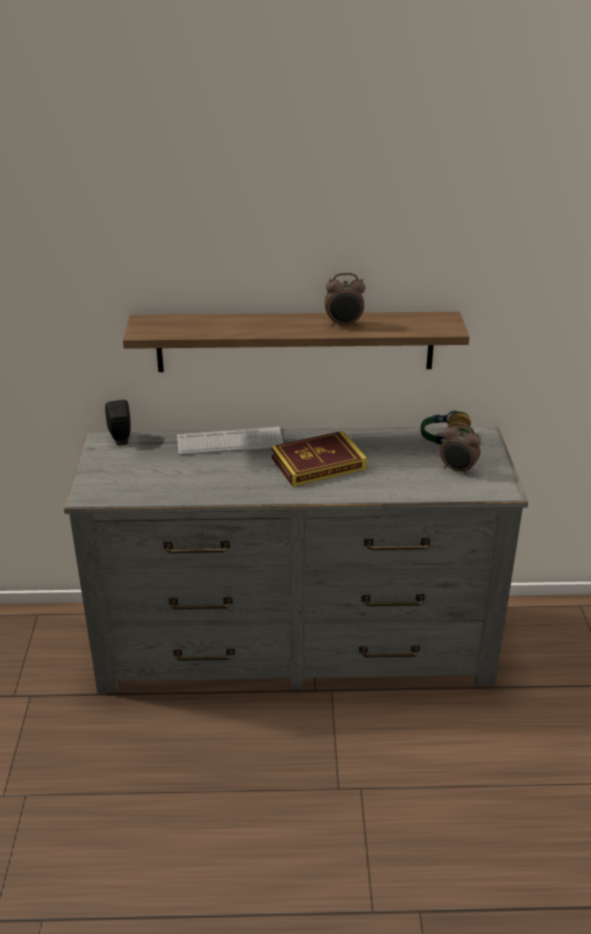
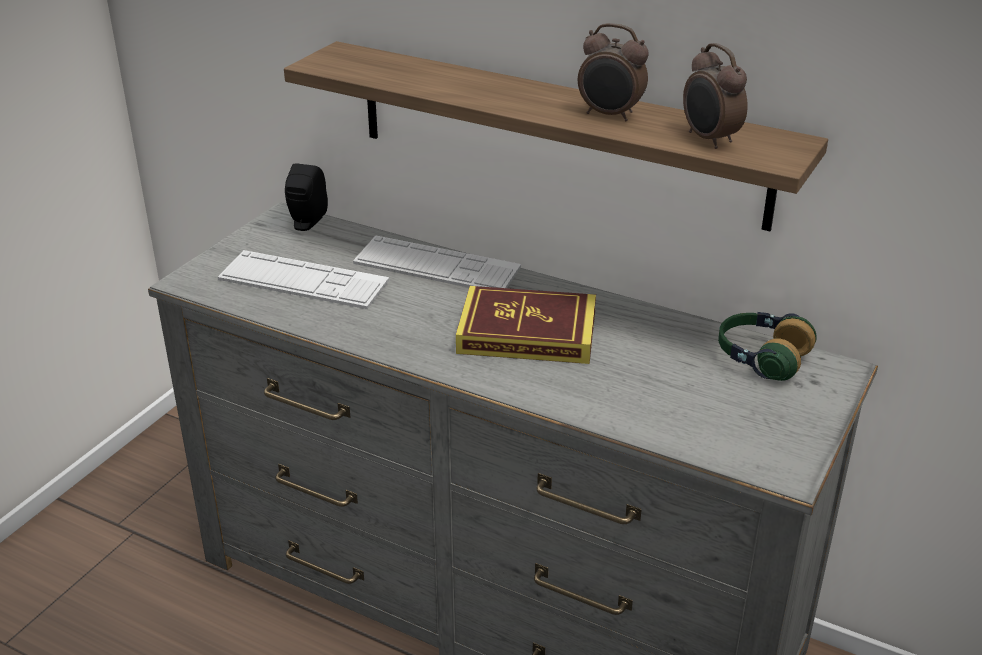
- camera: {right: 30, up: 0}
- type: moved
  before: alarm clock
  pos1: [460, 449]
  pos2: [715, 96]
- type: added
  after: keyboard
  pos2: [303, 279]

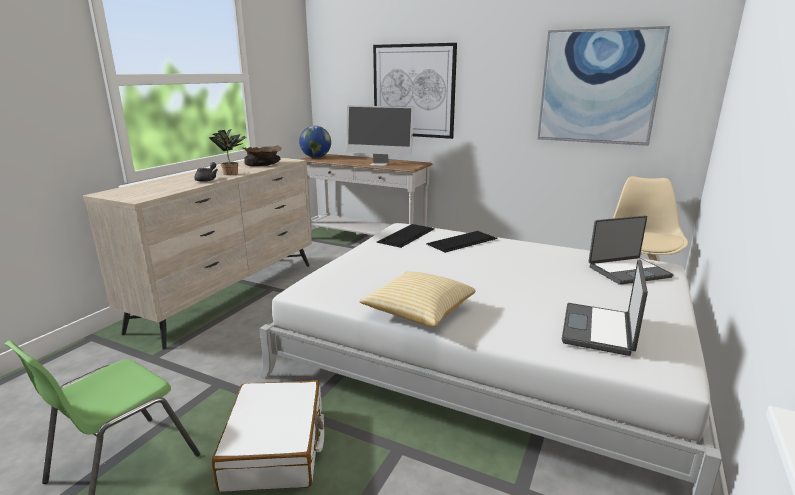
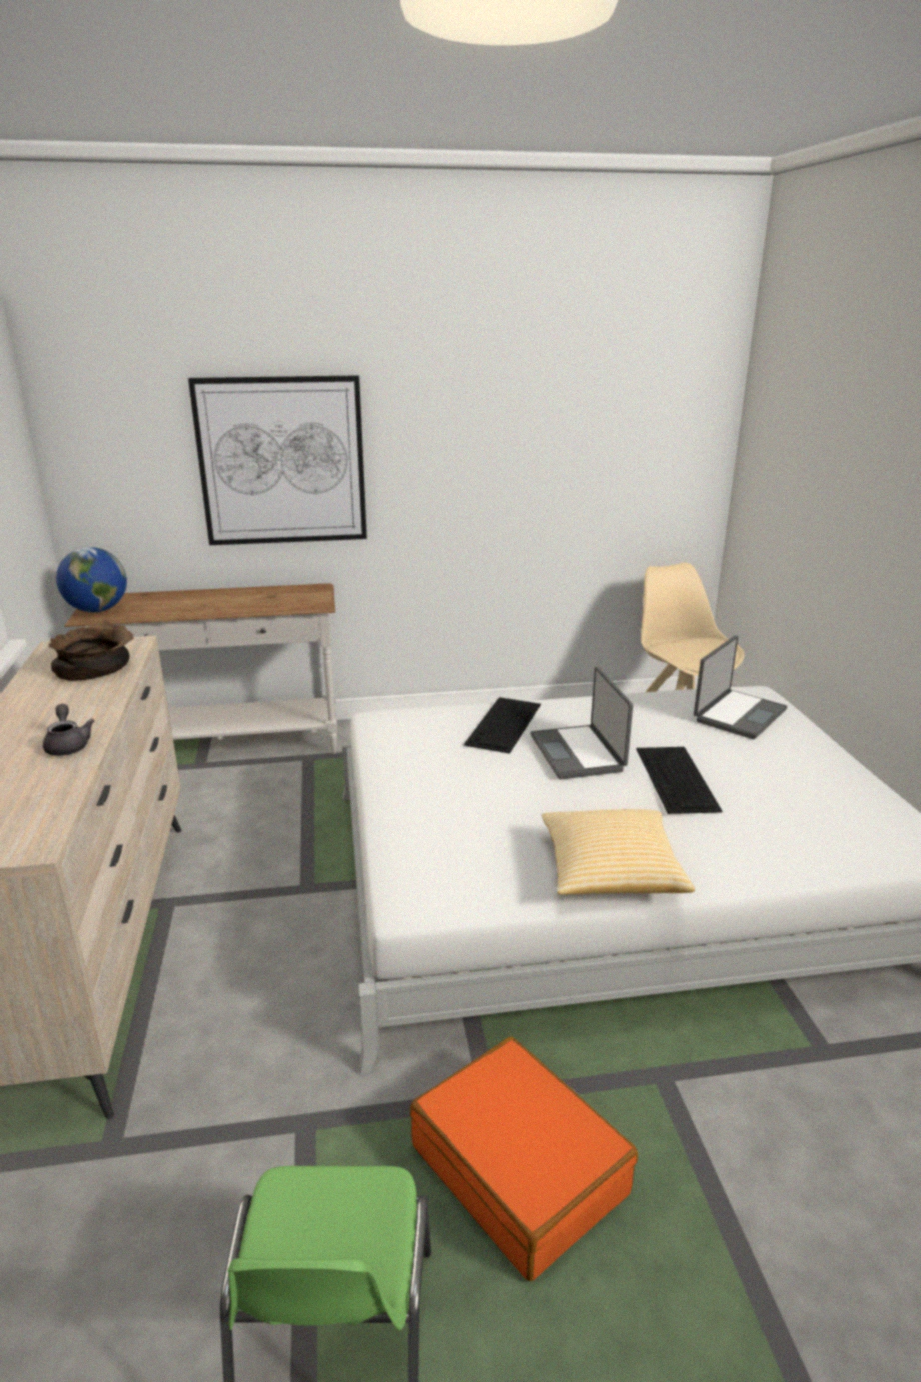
- camera: {right: -35, up: 5}
- type: removed
  before: potted plant
  pos1: [228, 152]
- type: recoloured
  before: white suitcase
  after: orange suitcase
  pos1: [268, 436]
  pos2: [524, 1159]
- type: removed
  before: monitor
  pos1: [380, 135]
- type: moved
  before: keyboard
  pos1: [406, 236]
  pos2: [679, 780]
- type: removed
  before: picture
  pos1: [604, 86]
- type: moved
  before: laptop
  pos1: [605, 308]
  pos2: [581, 723]

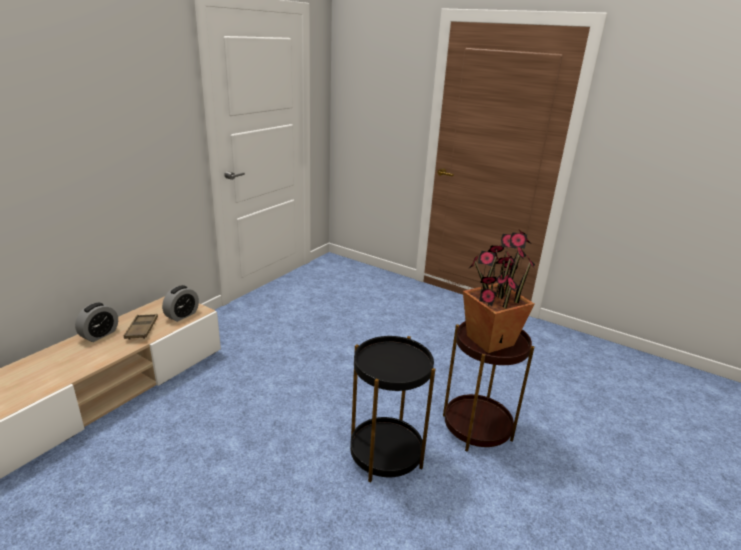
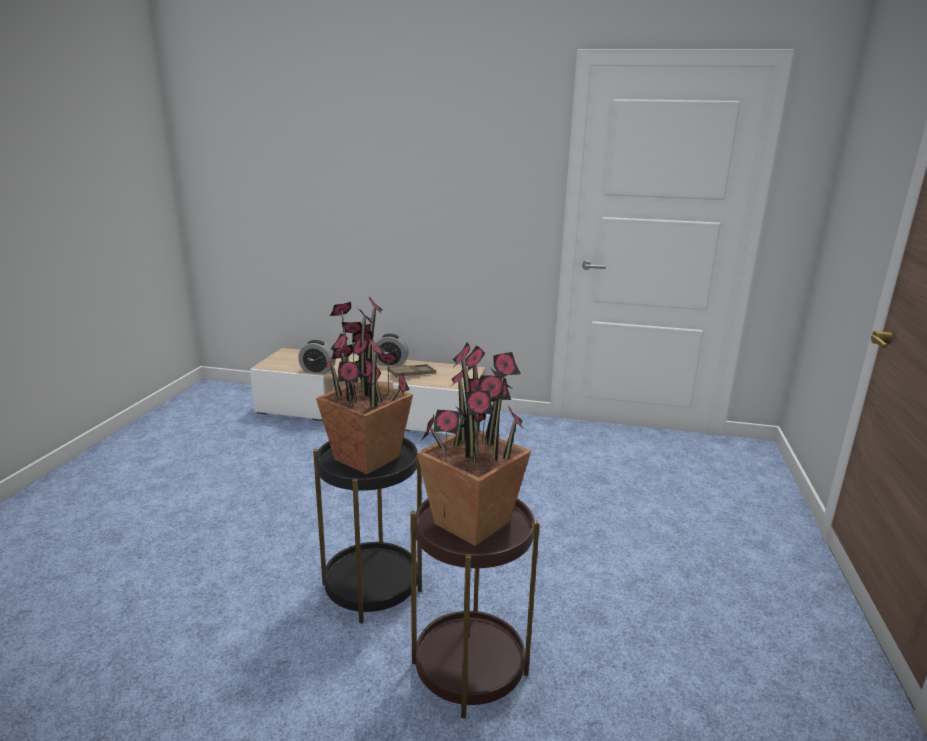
- camera: {right: 70, up: -5}
- type: moved
  before: alarm clock
  pos1: [180, 303]
  pos2: [317, 357]
- type: added
  after: potted plant
  pos2: [364, 385]

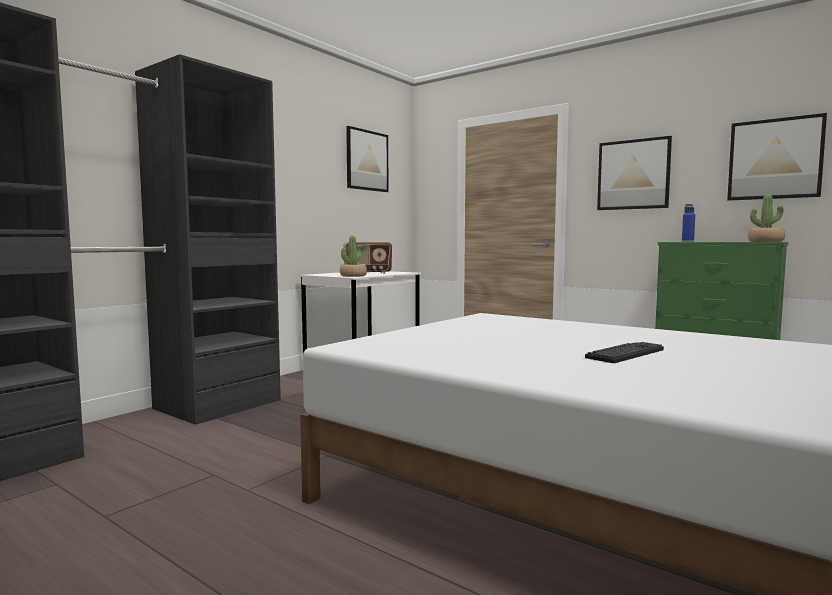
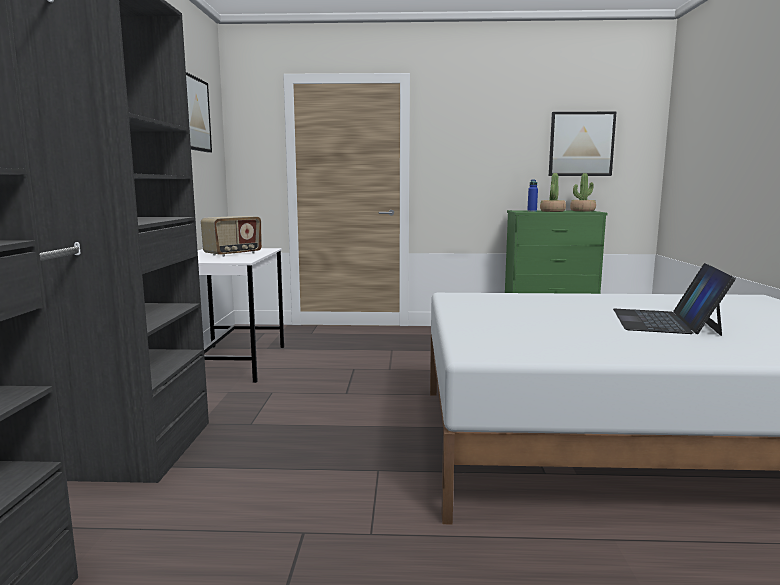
- camera: {right: -35, up: 5}
- type: moved
  before: potted plant
  pos1: [353, 256]
  pos2: [553, 192]
- type: replaced
  before: keyboard
  after: laptop
  pos1: [624, 352]
  pos2: [674, 299]
- type: removed
  before: picture
  pos1: [634, 173]

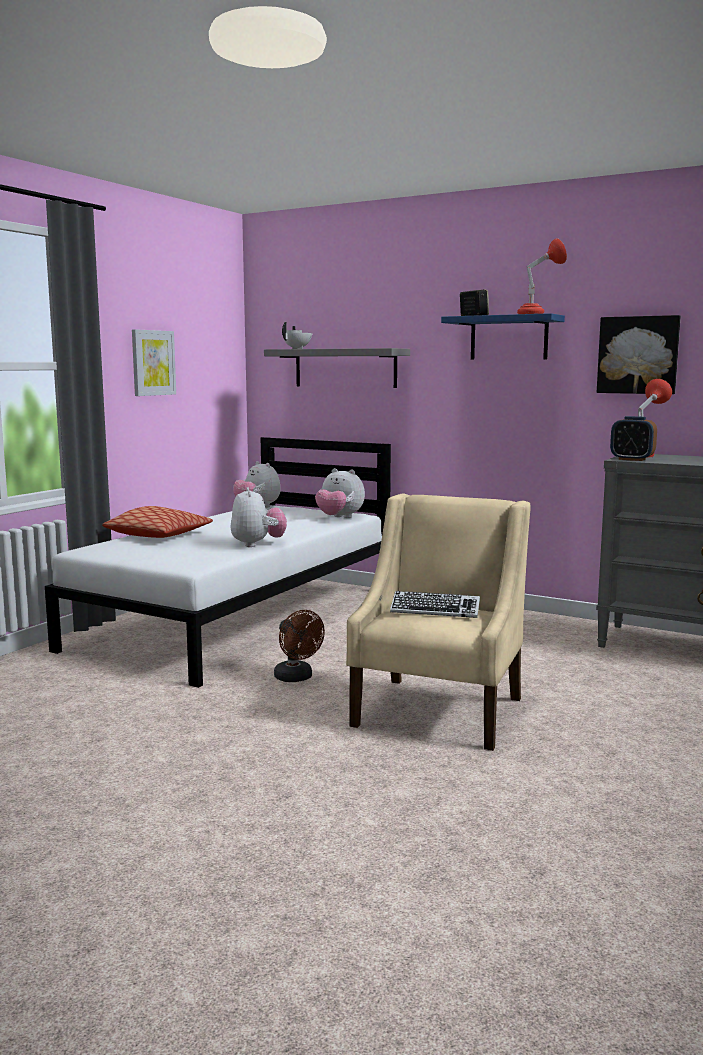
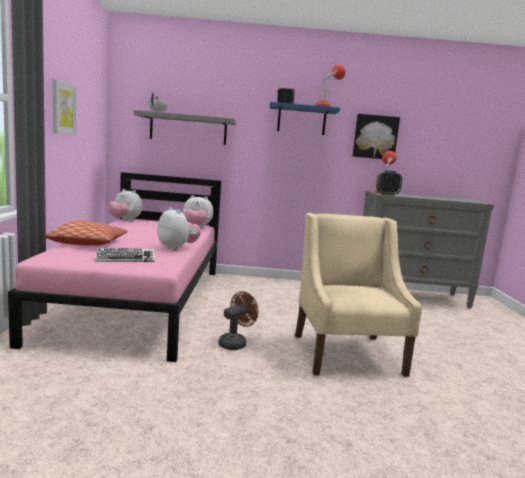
- camera: {right: -30, up: 0}
- type: recoloured
  before: white bed
  after: pink bed
  pos1: [218, 562]
  pos2: [114, 267]
- type: turned
  before: brown fan
  pos1: [299, 646]
  pos2: [238, 320]
  turn: -75
- type: moved
  before: keyboard
  pos1: [435, 604]
  pos2: [125, 255]

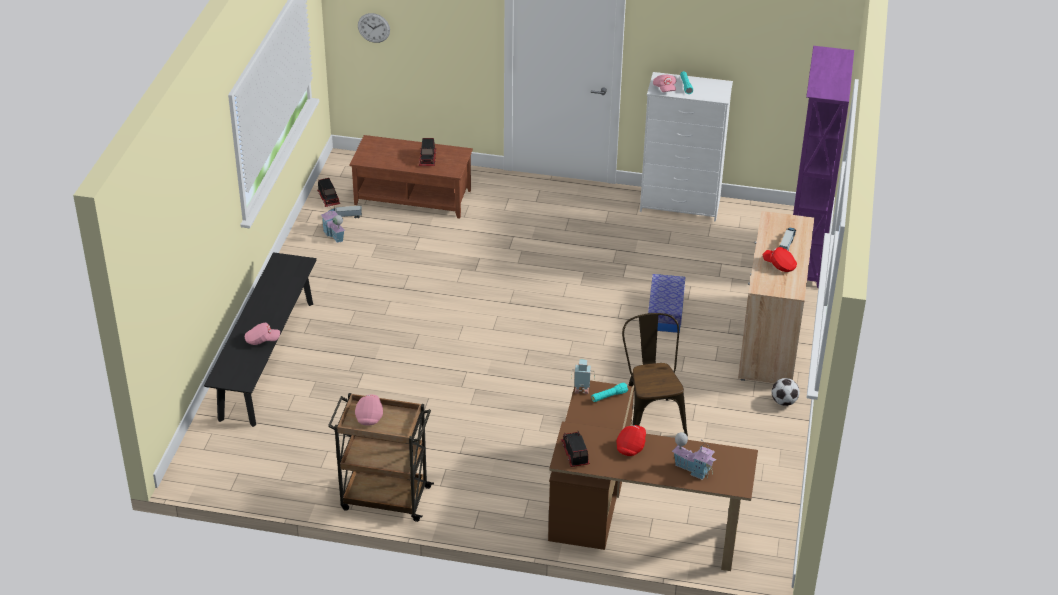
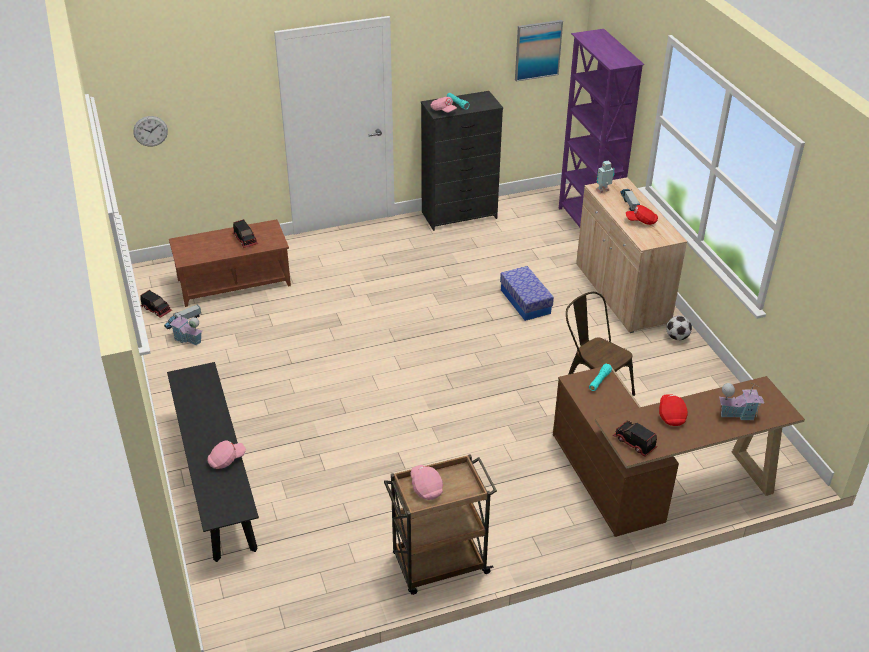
- camera: {right: -30, up: 0}
- type: moved
  before: toy robot
  pos1: [583, 376]
  pos2: [605, 176]
- type: recoloured
  before: white dresser
  after: black dresser
  pos1: [686, 147]
  pos2: [462, 161]
- type: added
  after: picture
  pos2: [539, 51]

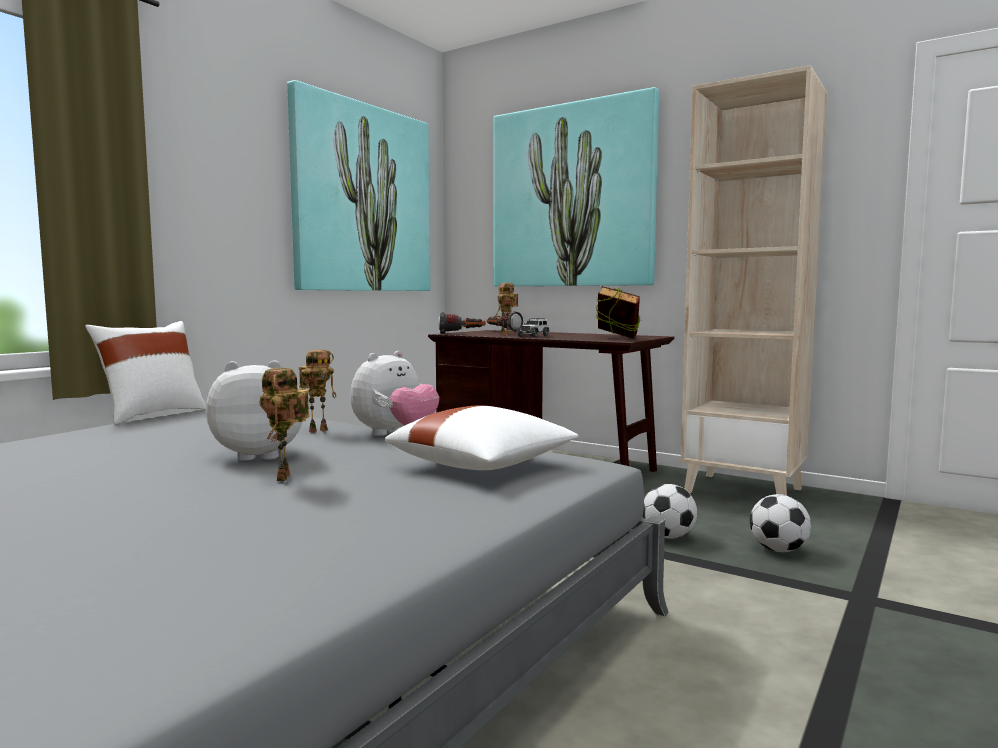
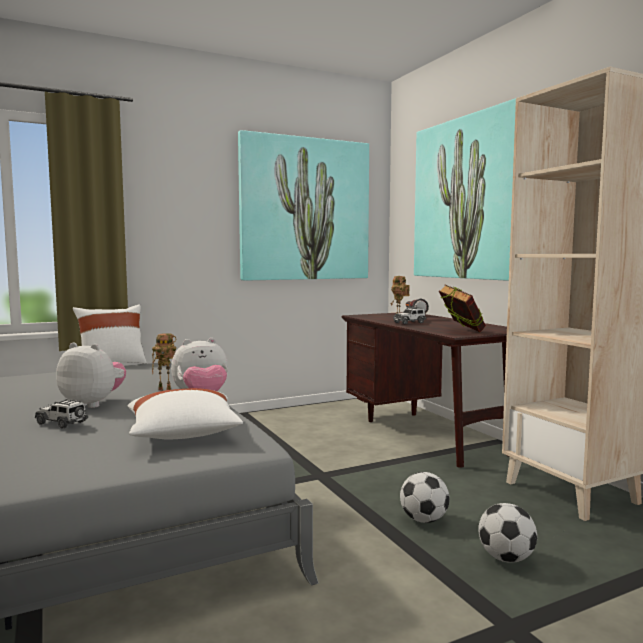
- camera: {right: 30, up: 0}
- type: replaced
  before: toy robot
  after: toy car
  pos1: [284, 424]
  pos2: [61, 413]
- type: removed
  before: flashlight
  pos1: [461, 323]

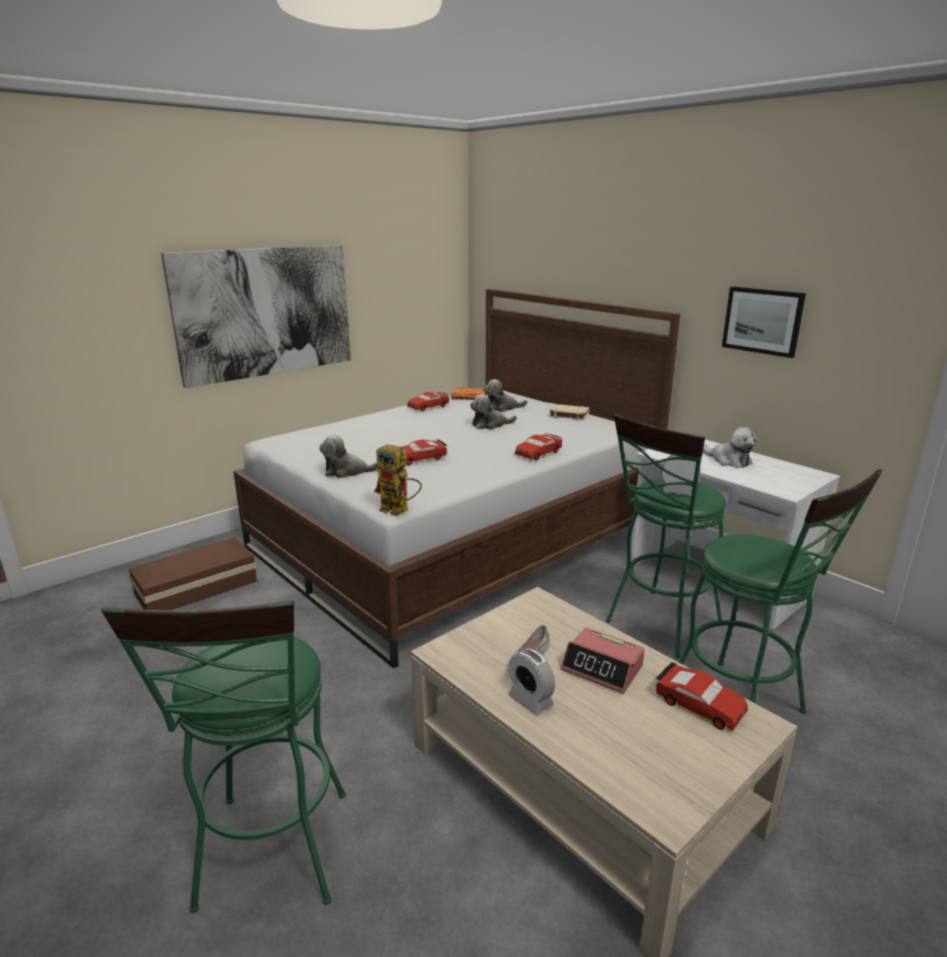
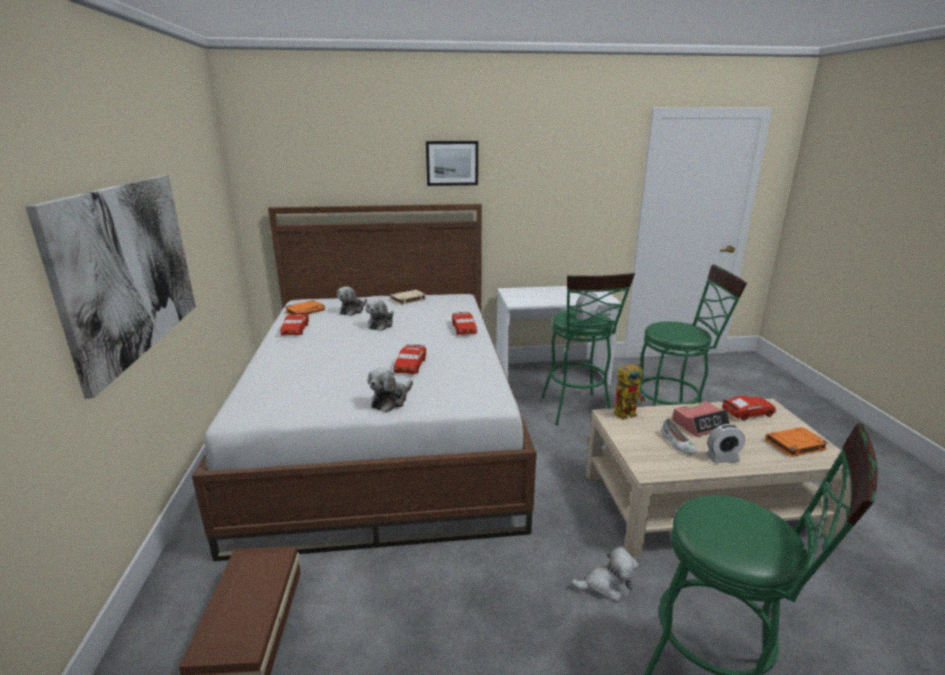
- camera: {right: -55, up: 0}
- type: moved
  before: toy robot
  pos1: [398, 480]
  pos2: [630, 391]
- type: moved
  before: plush toy
  pos1: [730, 447]
  pos2: [604, 574]
- type: moved
  before: picture
  pos1: [764, 322]
  pos2: [452, 163]
- type: added
  after: orange book
  pos2: [797, 442]

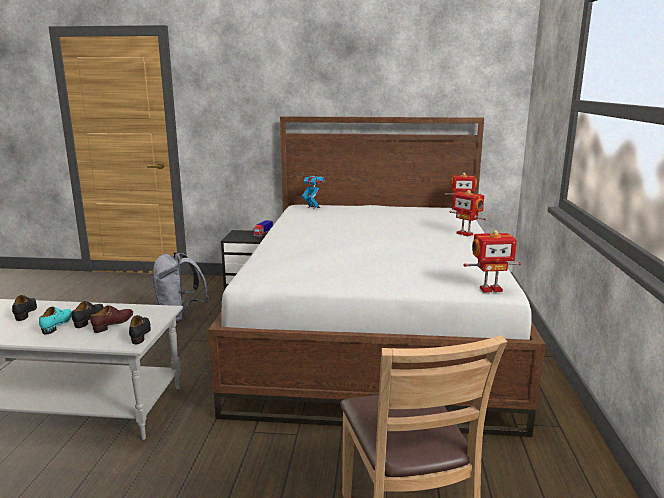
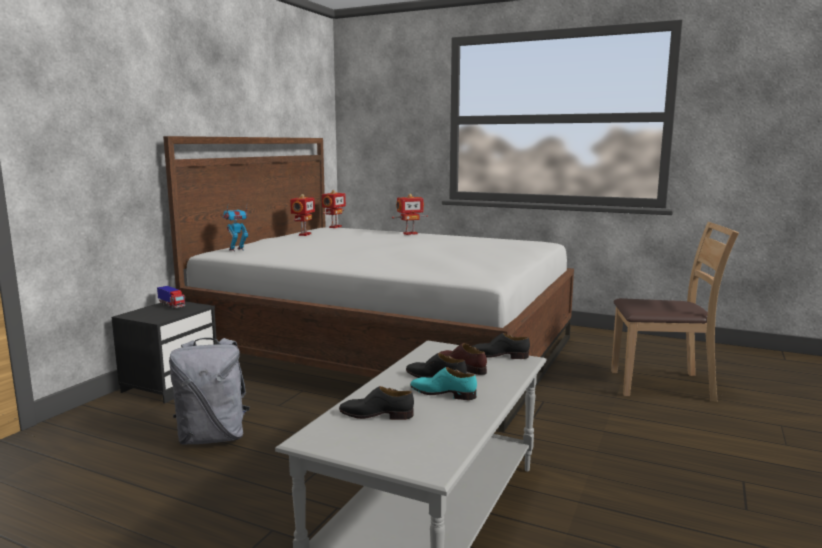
- camera: {right: -70, up: -5}
- type: moved
  before: toy robot
  pos1: [492, 261]
  pos2: [302, 215]

